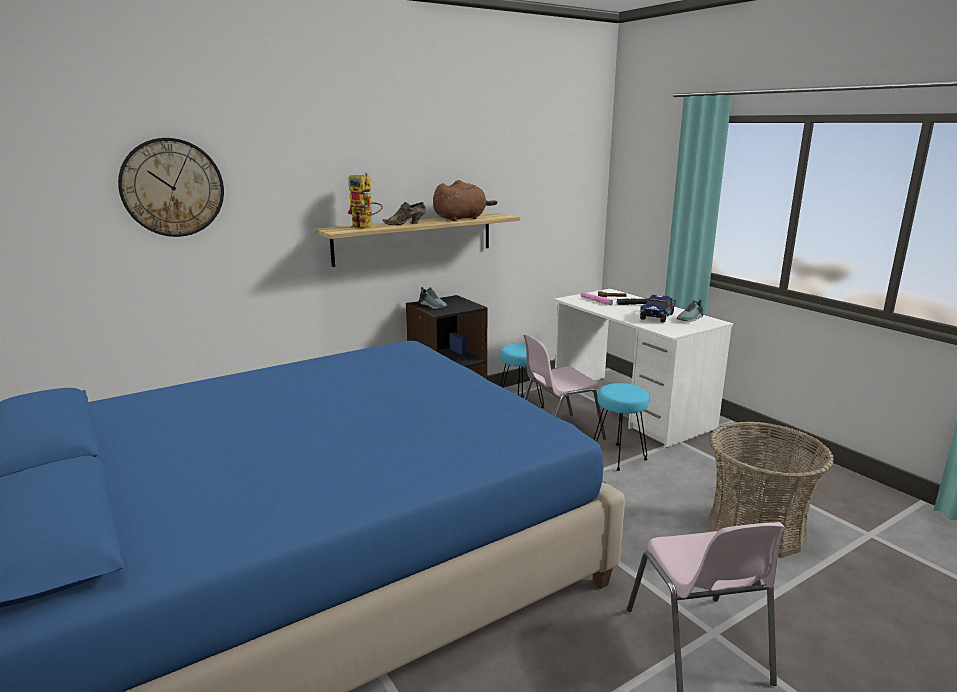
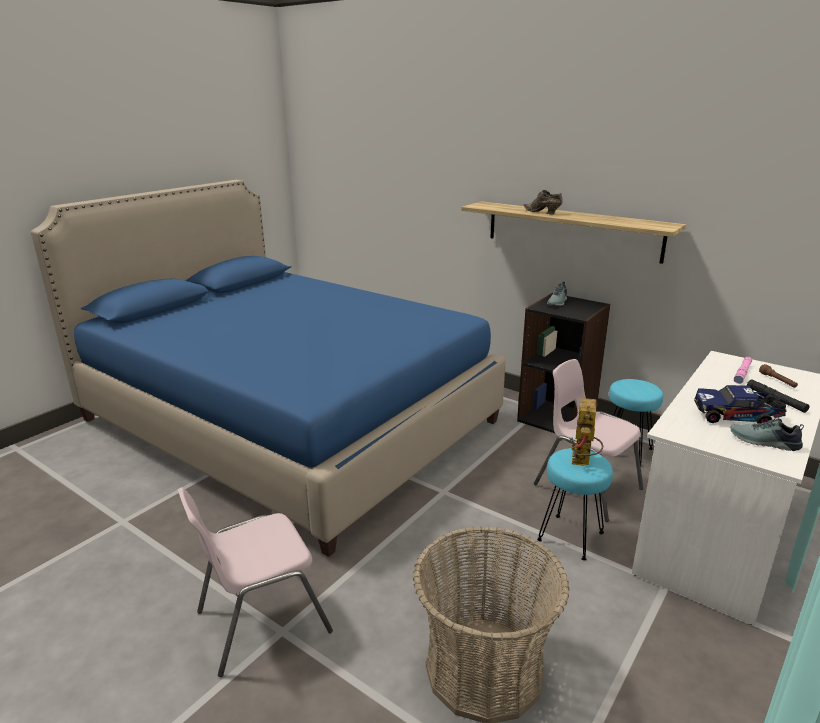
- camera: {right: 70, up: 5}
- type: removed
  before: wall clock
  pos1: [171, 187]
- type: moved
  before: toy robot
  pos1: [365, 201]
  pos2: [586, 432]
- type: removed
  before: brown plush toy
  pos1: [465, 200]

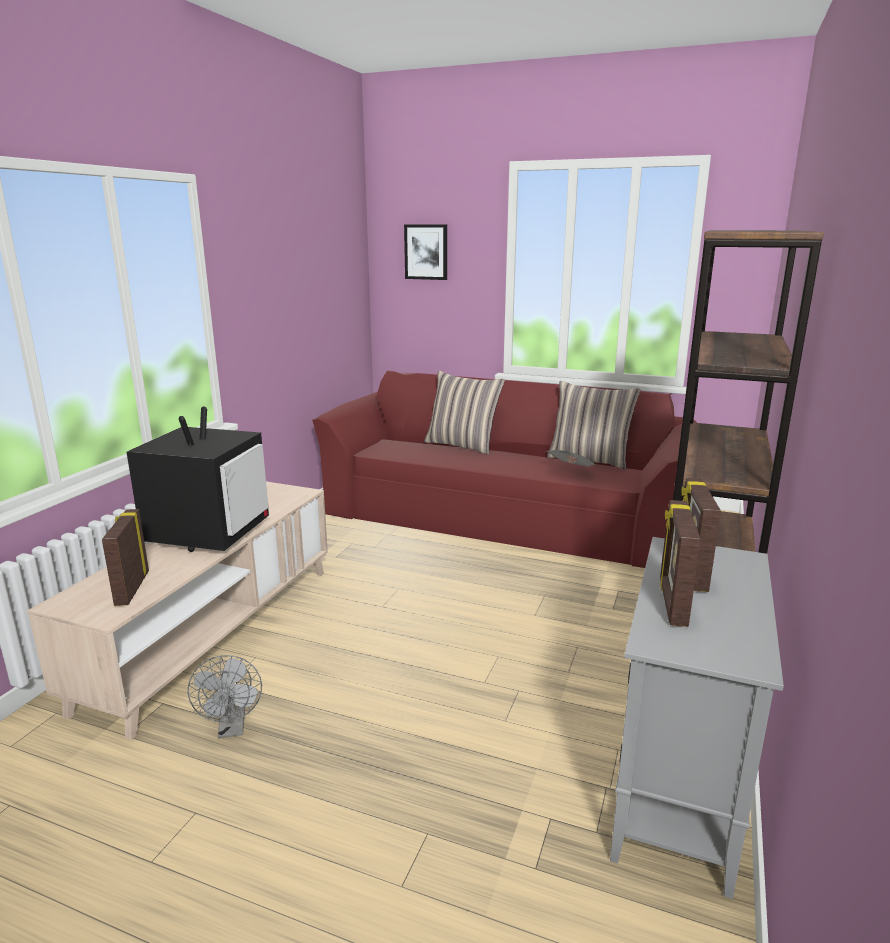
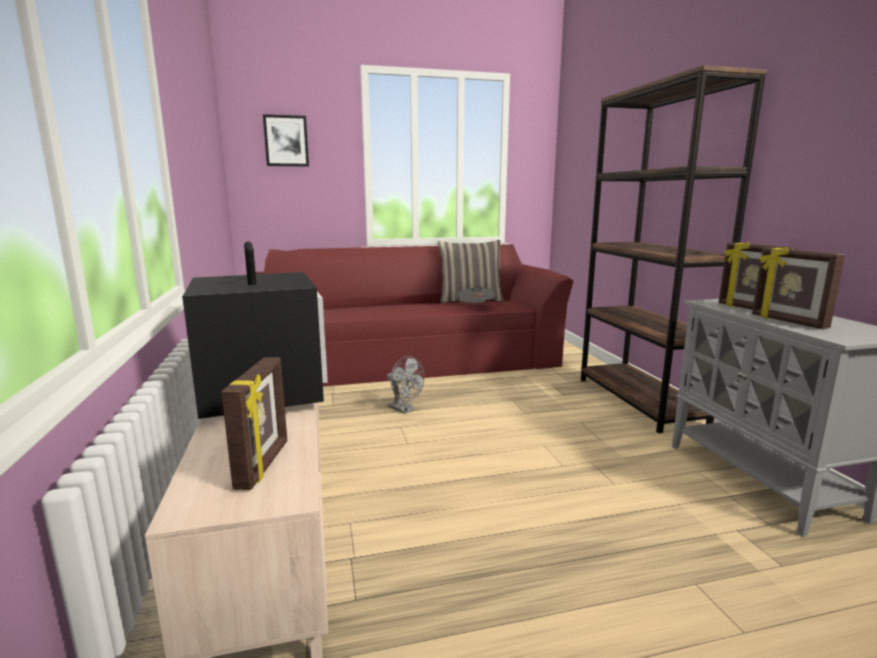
- camera: {right: -35, up: -5}
- type: turned
  before: picture frame
  pos1: [125, 557]
  pos2: [254, 423]
  turn: -135
- type: moved
  before: grey fan
  pos1: [225, 696]
  pos2: [405, 385]
- type: removed
  before: pillow
  pos1: [464, 412]

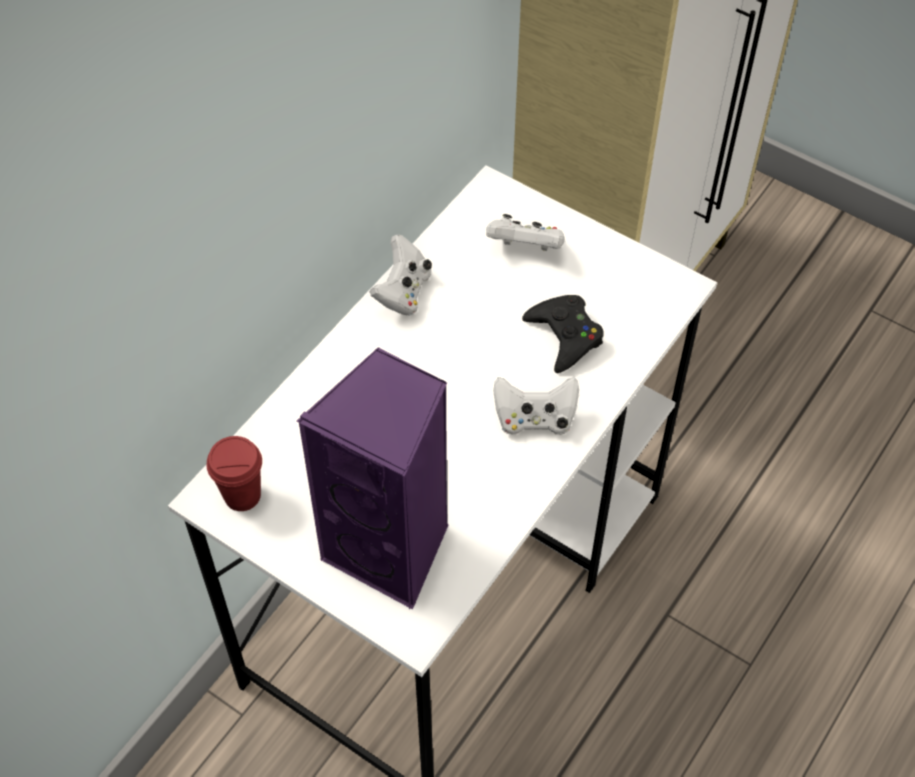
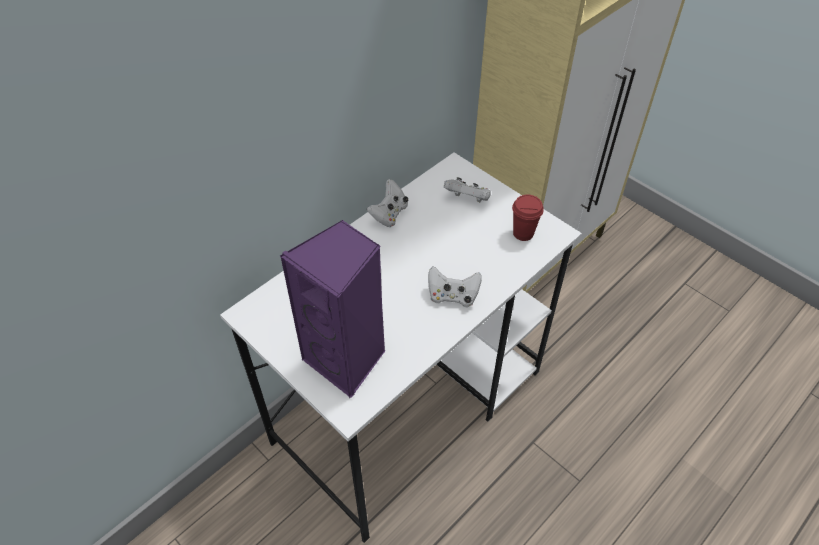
- camera: {right: 10, up: -5}
- type: moved
  before: red cup
  pos1: [234, 473]
  pos2: [528, 218]
- type: removed
  before: black game controller
  pos1: [563, 334]

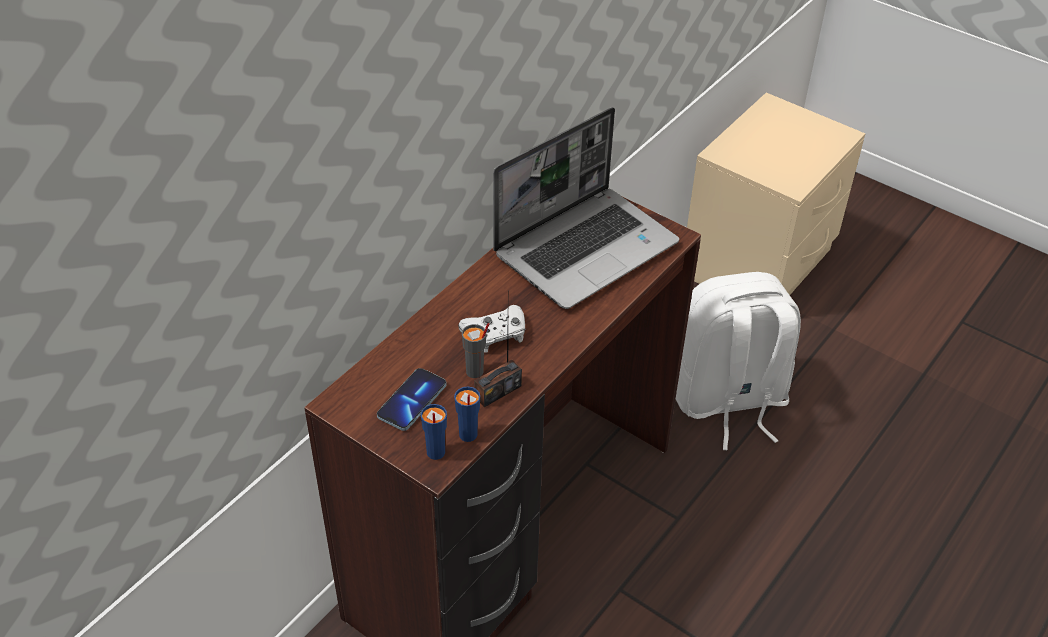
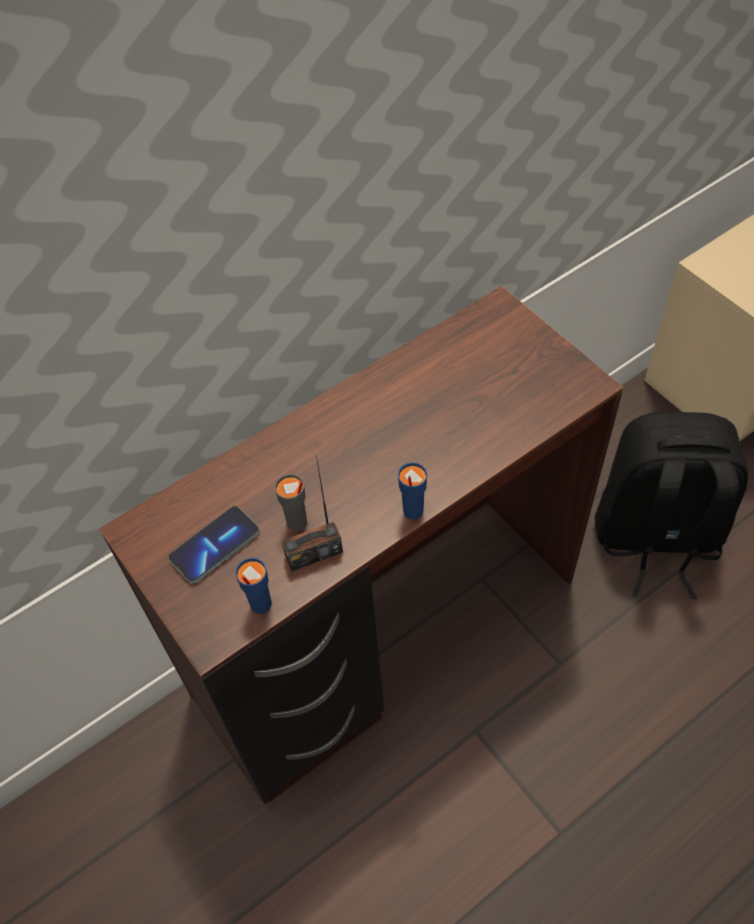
- camera: {right: 20, up: 10}
- type: moved
  before: blue cup
  pos1: [434, 432]
  pos2: [412, 490]
- type: removed
  before: white game controller
  pos1: [491, 329]
- type: removed
  before: laptop
  pos1: [586, 208]
- type: recoloured
  before: white backpack
  after: black backpack
  pos1: [738, 361]
  pos2: [671, 505]

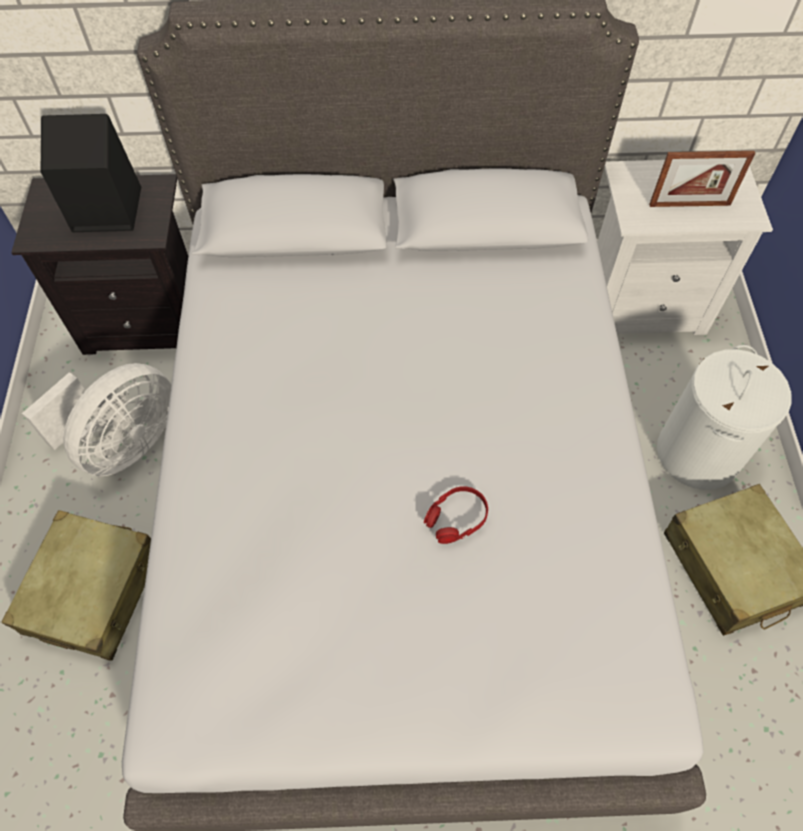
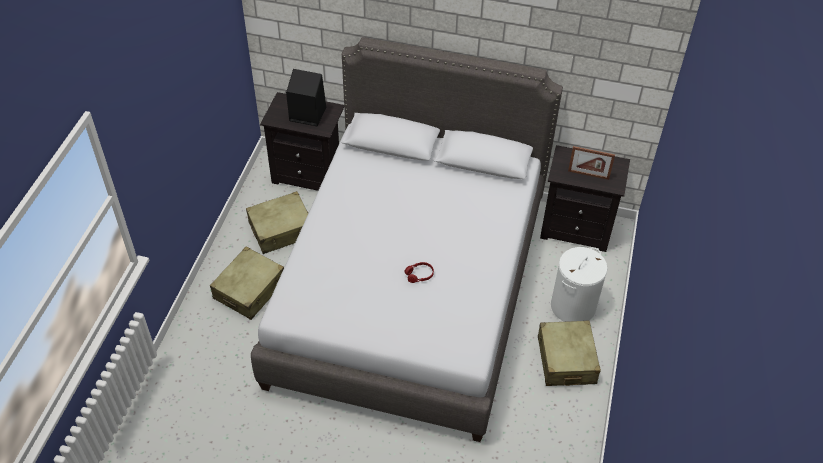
- camera: {right: 15, up: -10}
- type: replaced
  before: white fan
  after: beige suitcase
  pos1: [96, 419]
  pos2: [277, 222]
- type: recoloured
  before: white nightstand
  after: black nightstand
  pos1: [685, 247]
  pos2: [585, 198]

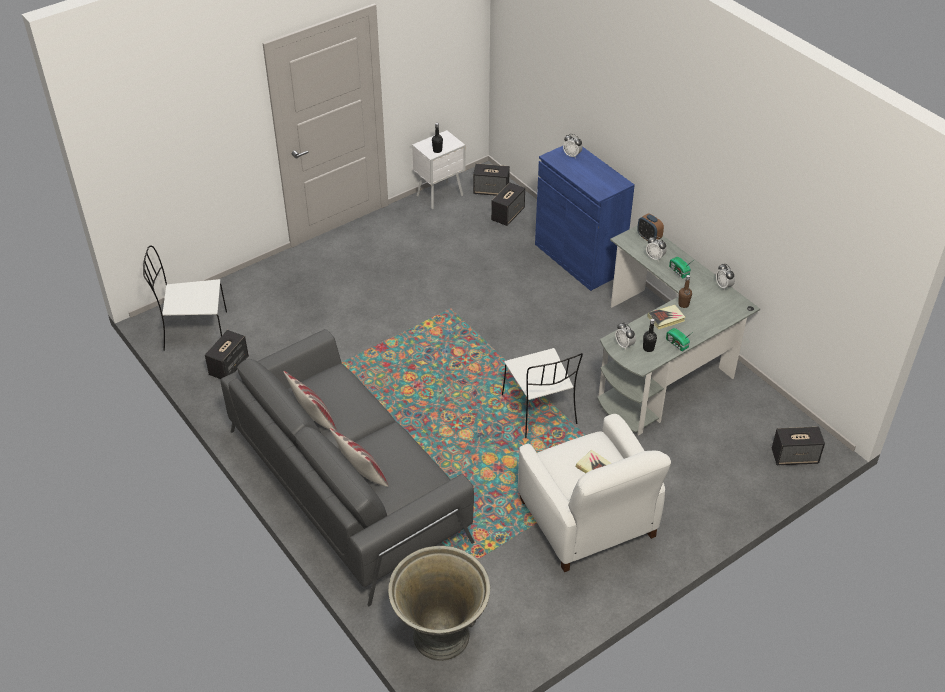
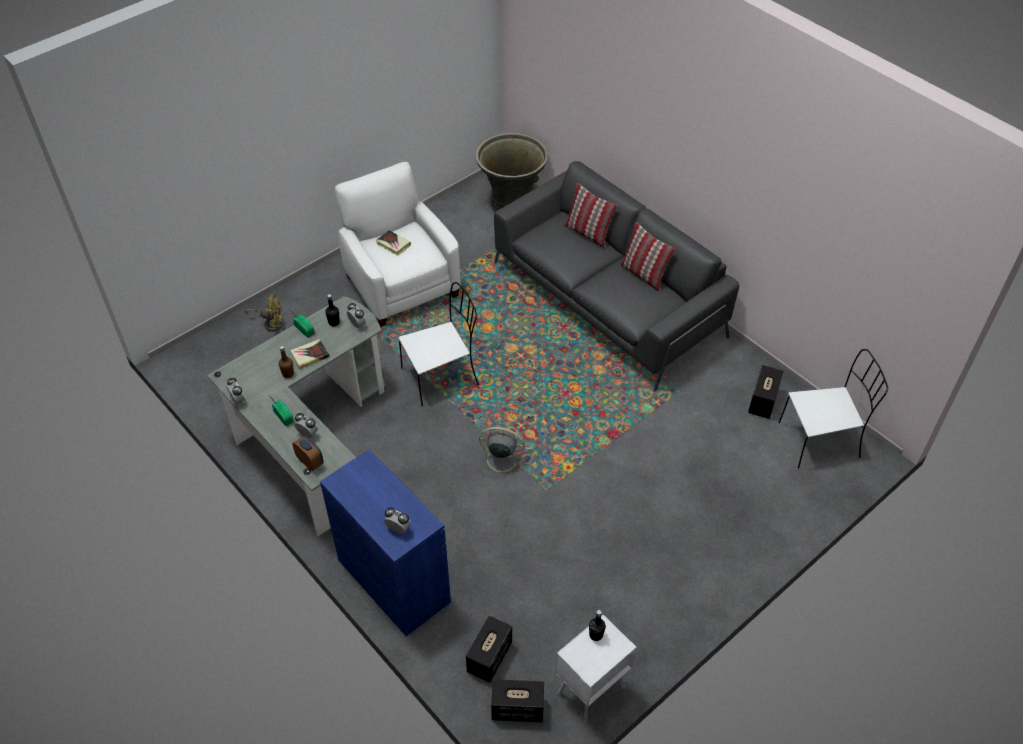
- camera: {right: 175, up: 5}
- type: turned
  before: white chair
  pos1: [542, 393]
  pos2: [439, 344]
  turn: 90
- type: removed
  before: speaker
  pos1: [798, 445]
- type: added
  after: yellow fan
  pos2: [263, 313]
- type: added
  after: grey fan
  pos2: [502, 452]

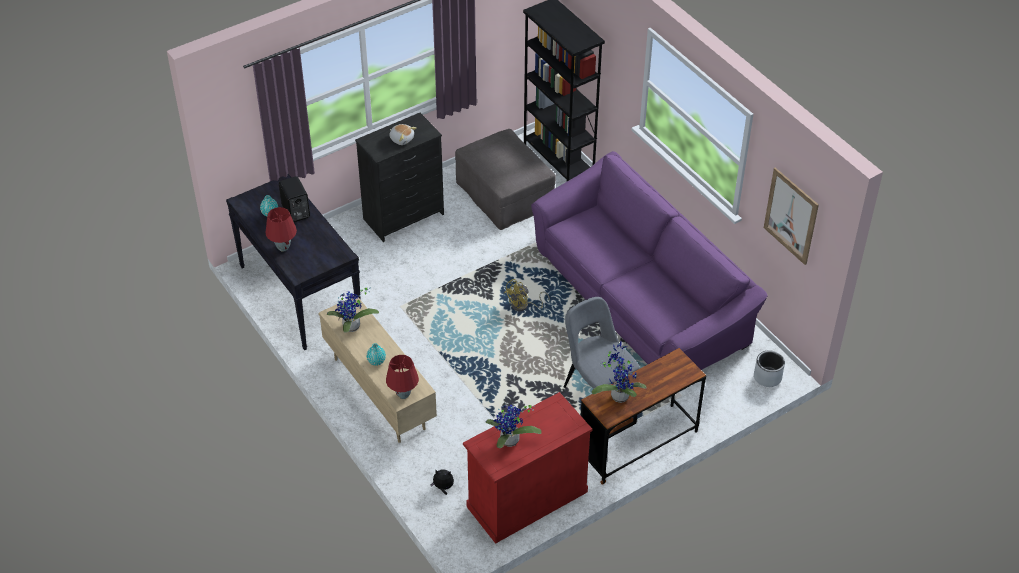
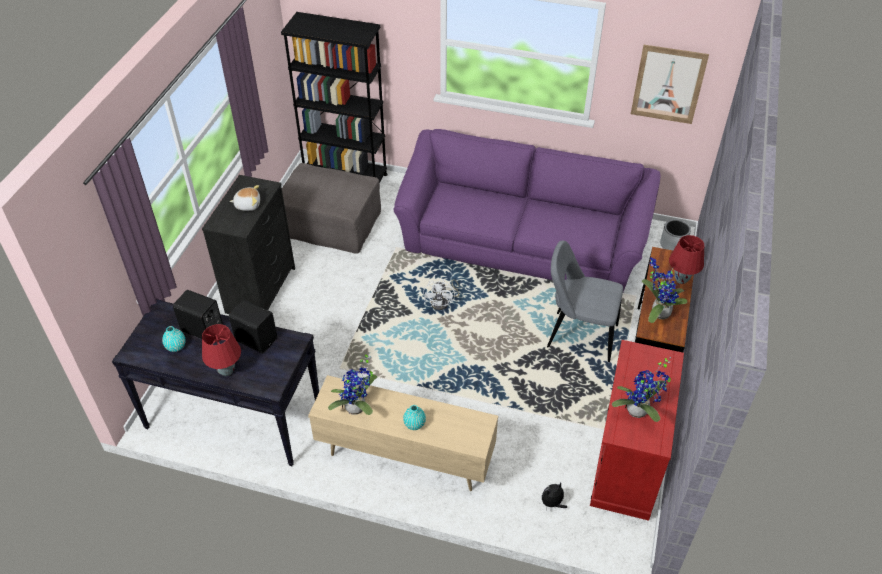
- camera: {right: -40, up: 0}
- type: moved
  before: red table lamp
  pos1: [402, 377]
  pos2: [686, 259]
- type: recoloured
  before: yellow fan
  after: white fan
  pos1: [527, 295]
  pos2: [441, 294]
- type: added
  after: black speaker
  pos2: [253, 326]

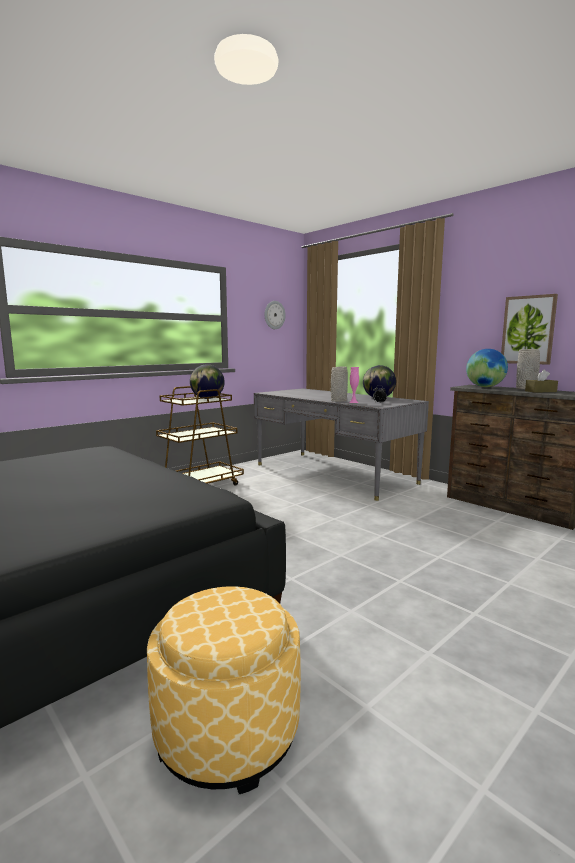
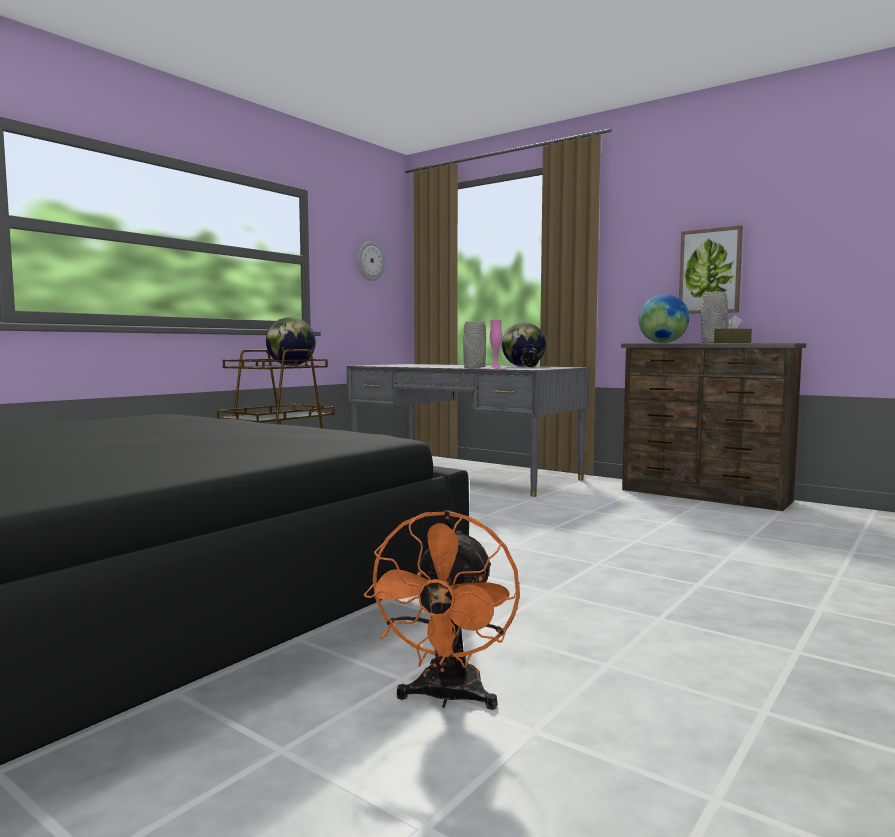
- camera: {right: -10, up: -5}
- type: replaced
  before: ottoman
  after: orange fan
  pos1: [224, 690]
  pos2: [442, 610]

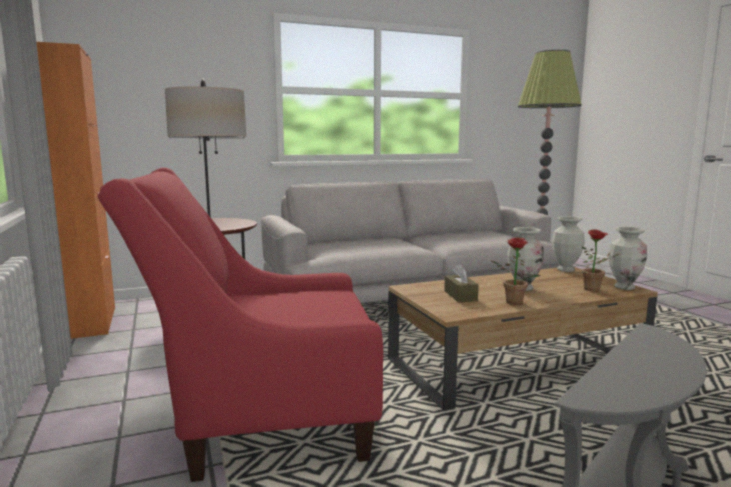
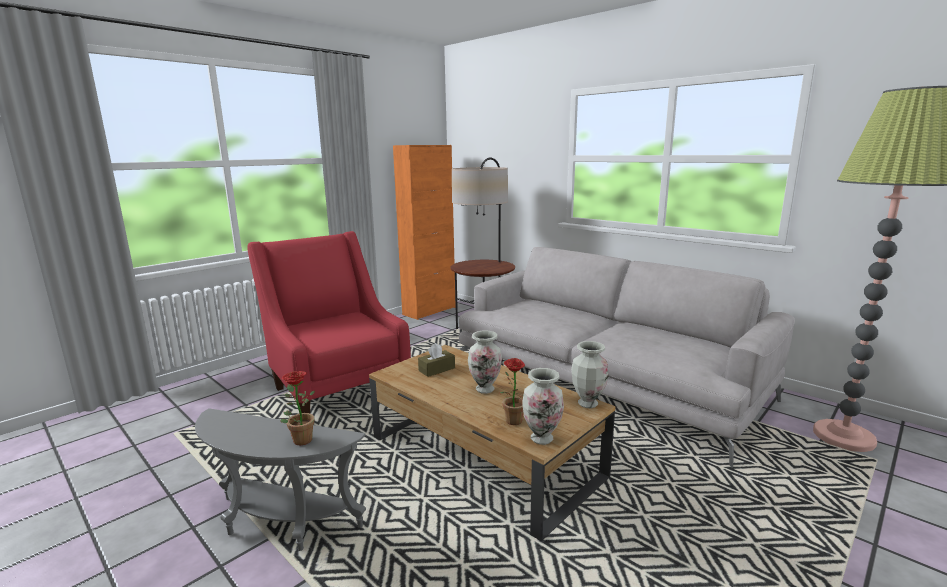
- camera: {right: 65, up: 5}
- type: moved
  before: potted plant
  pos1: [515, 271]
  pos2: [297, 408]

